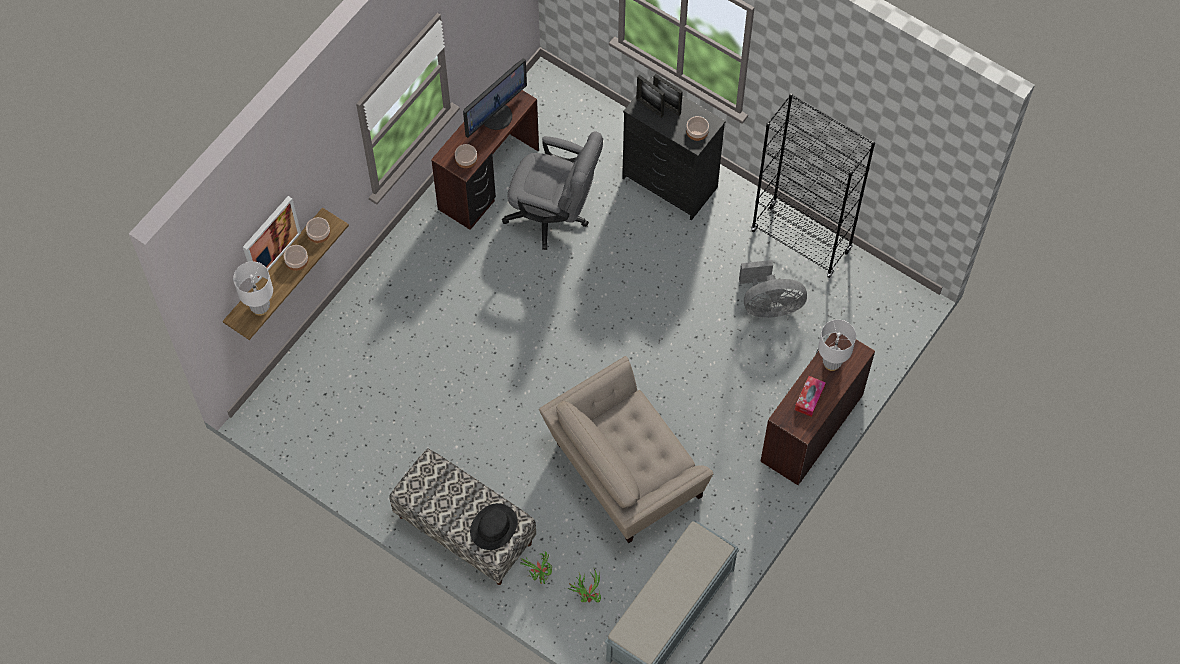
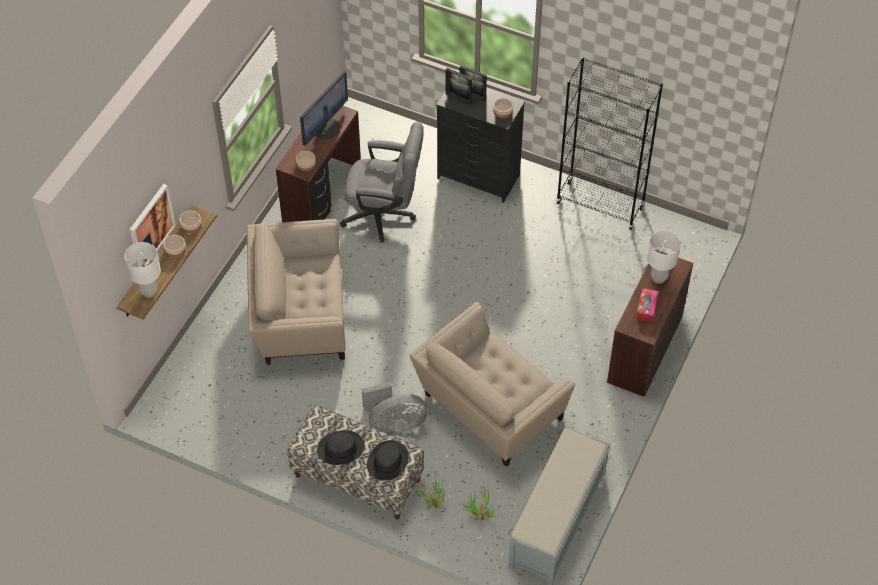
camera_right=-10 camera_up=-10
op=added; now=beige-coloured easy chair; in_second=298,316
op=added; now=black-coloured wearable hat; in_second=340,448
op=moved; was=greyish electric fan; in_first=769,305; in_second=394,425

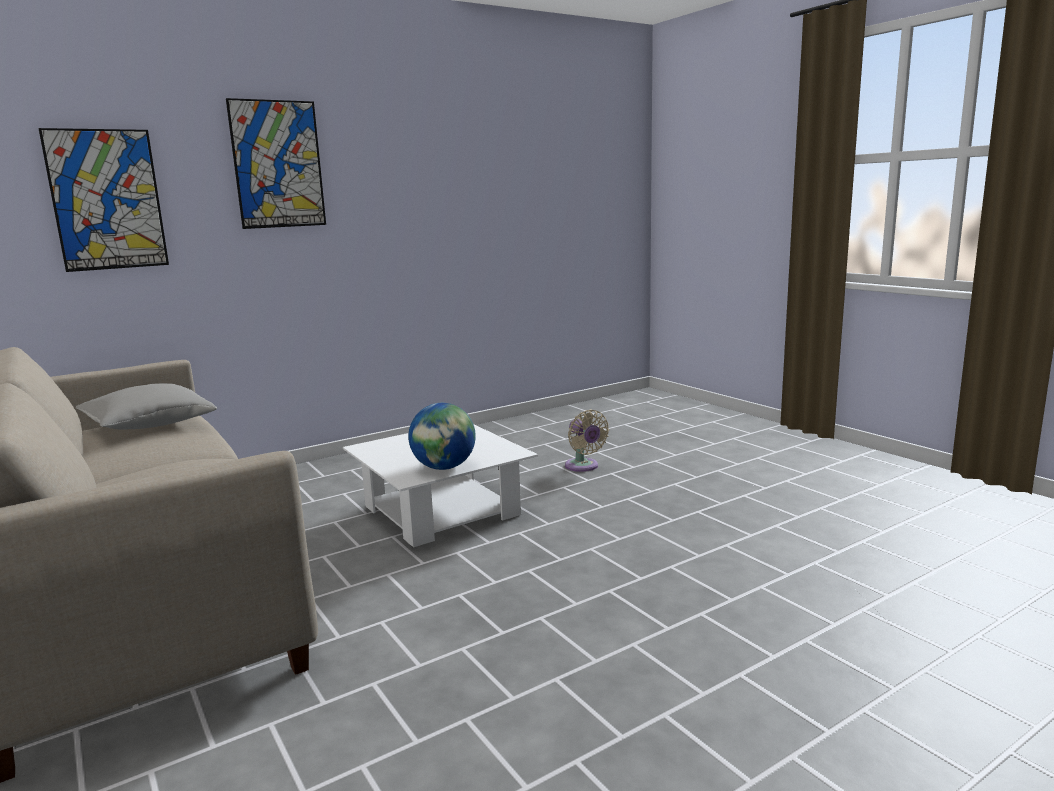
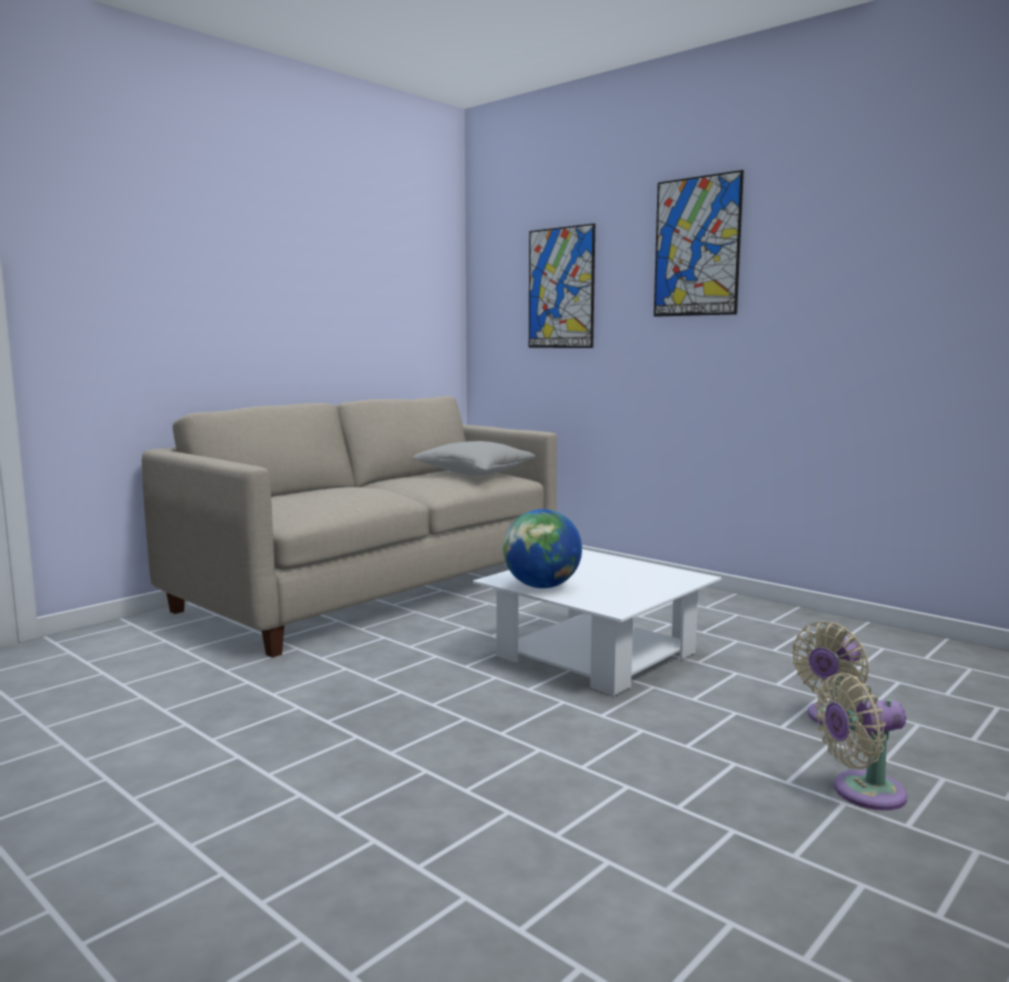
camera_right=75 camera_up=-5
op=added; now=beige-coloured electric fan; in_second=862,792

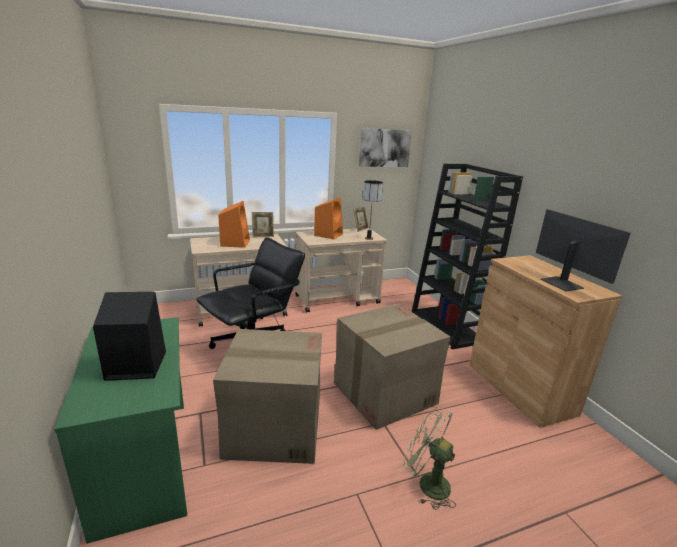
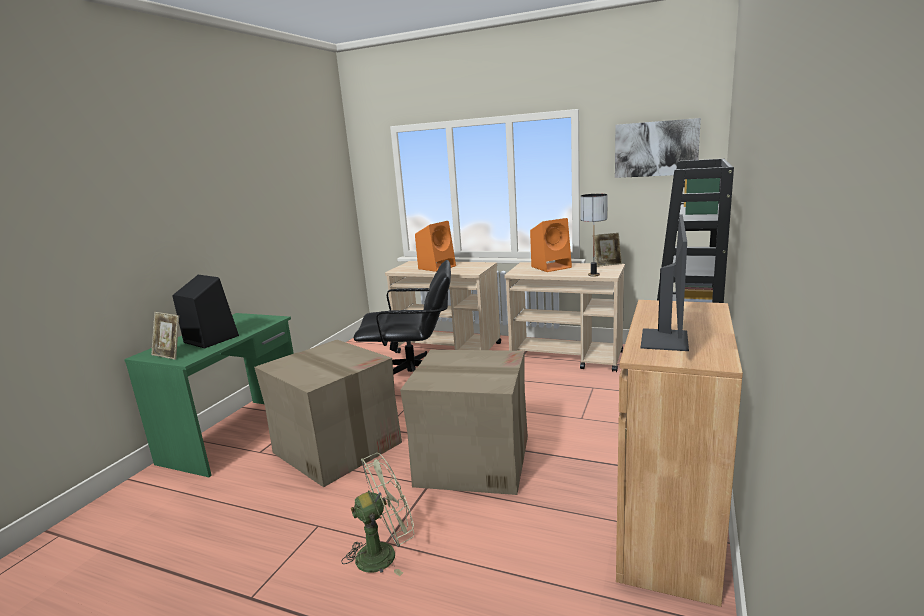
camera_right=45 camera_up=-5
op=moved; was=photo frame; in_first=263,236; in_second=170,355
op=turned; was=greenish electric fan; in_first=427,483; in_second=384,553; clockwise=75

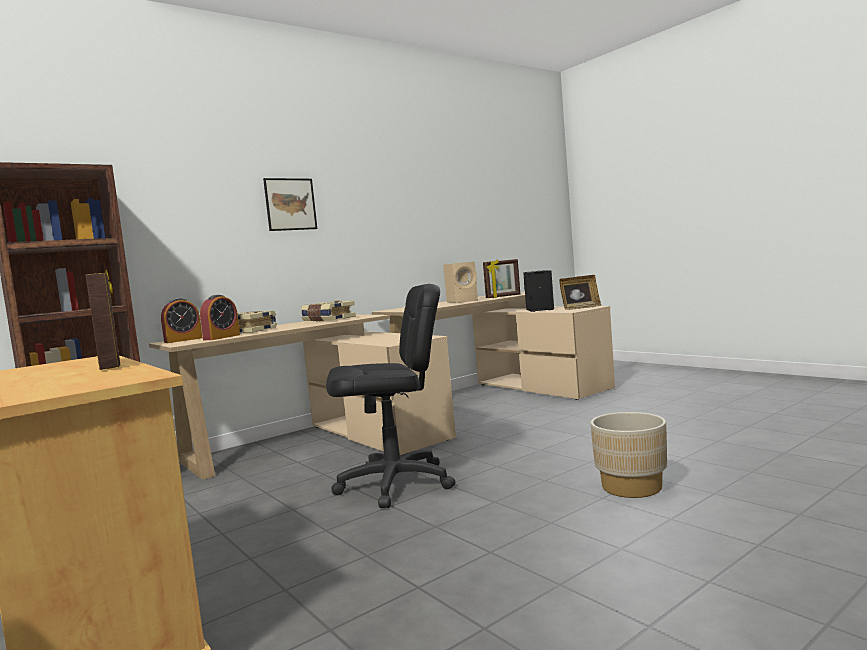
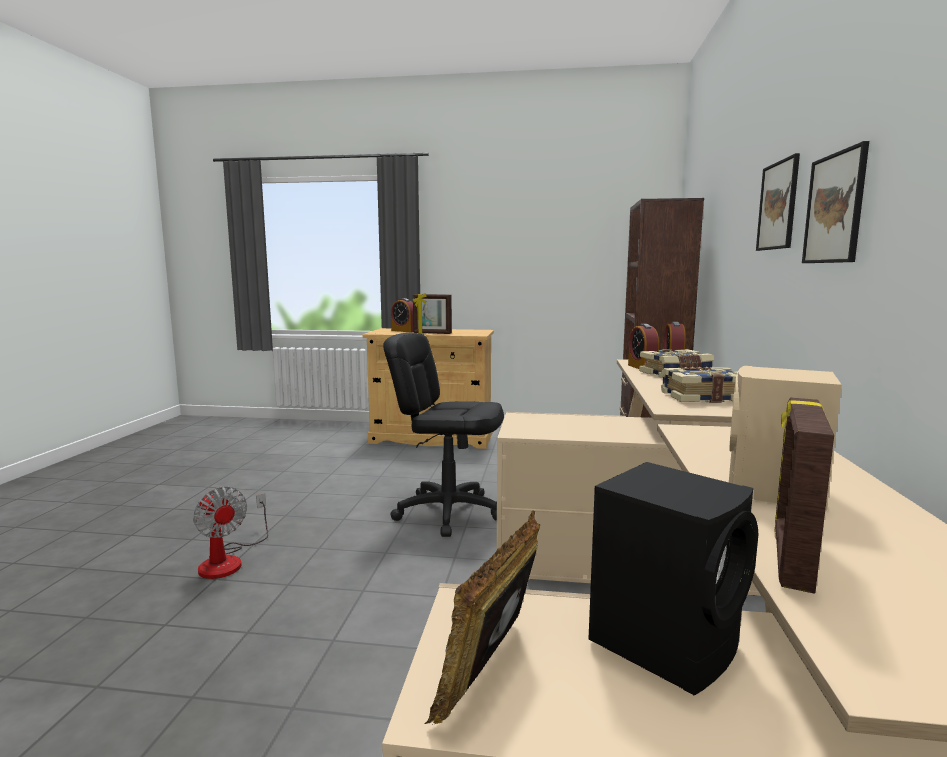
camera_right=135 camera_up=5
op=added; now=alarm clock; in_second=404,331
op=added; now=wall picture; in_second=834,208
op=replaced; was=beige-coloured flower pot; now=electric fan; in_first=631,487; in_second=229,560
op=turned; was=black-coloured computer chair; in_first=395,484; in_second=448,512; clockwise=75

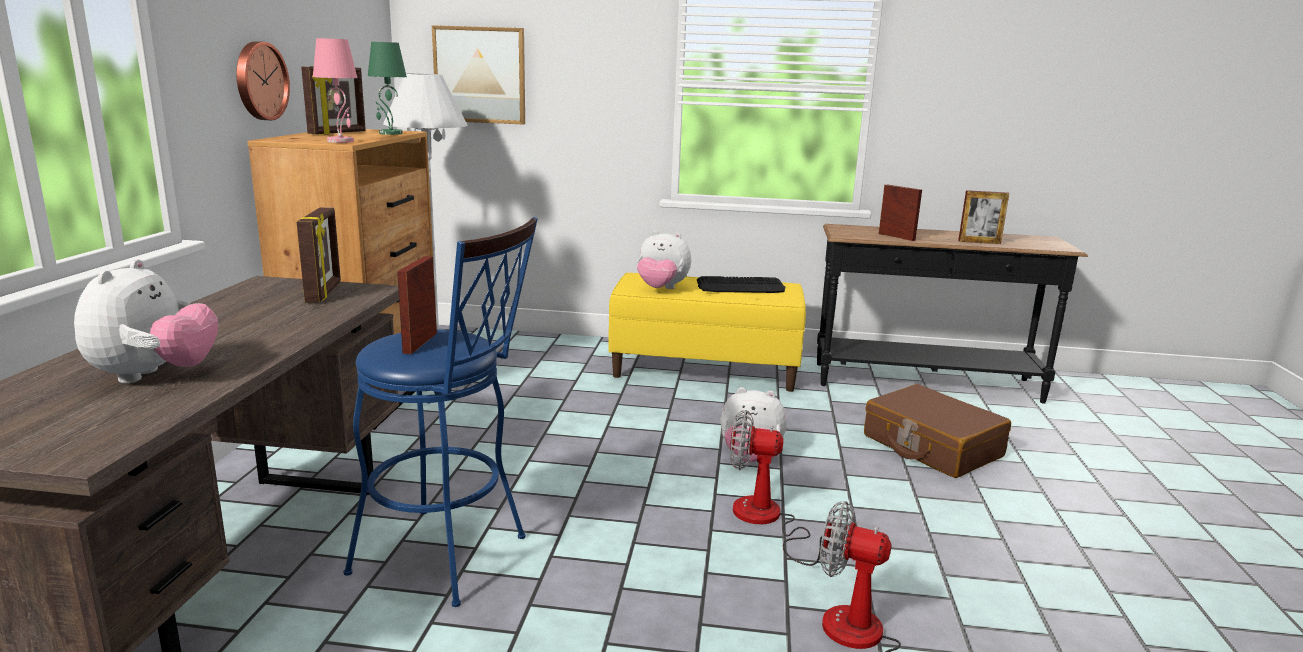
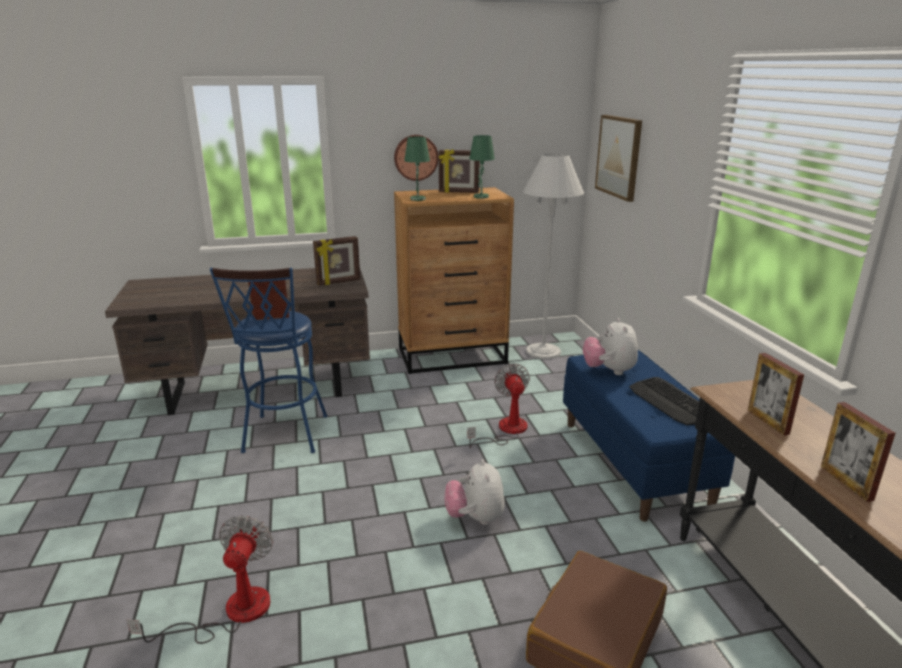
camera_right=70 camera_up=5
op=removed; was=cuddly toy; in_first=154,376
op=moved; was=electric fan; in_first=766,521; in_second=506,430
op=recoloured; was=pink lamp for a table; now=greenish lamp for a table; in_first=341,141; in_second=418,199
op=recoloured; was=yellow-coloured long seat; now=blue-coloured long seat; in_first=705,370; in_second=635,462
op=turned; was=photo frame; in_first=896,237; in_second=768,422; clockwise=135

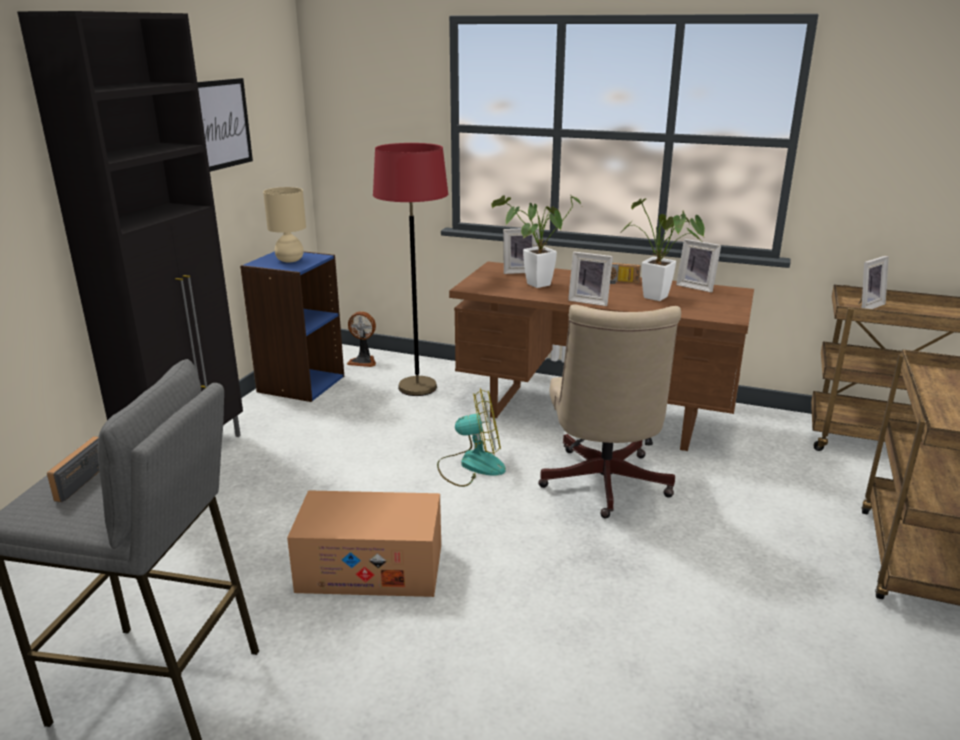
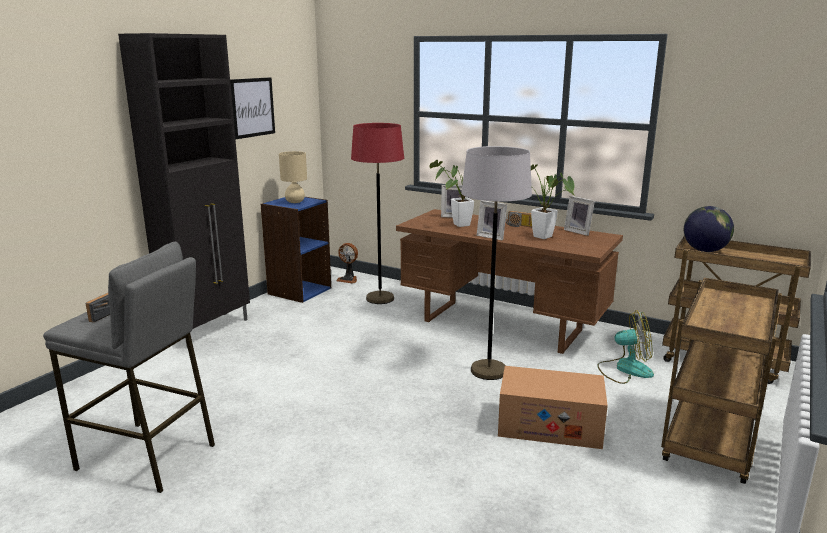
camera_right=10 camera_up=-5
op=moved; was=packing box; in_first=370,568; in_second=549,426
op=moved; was=electric fan; in_first=471,465; in_second=625,369
op=replaced; was=beige-coloured computer chair; now=greyish standing lamp; in_first=603,486; in_second=488,371
op=replaced; was=photo frame; now=globe; in_first=866,306; in_second=705,250

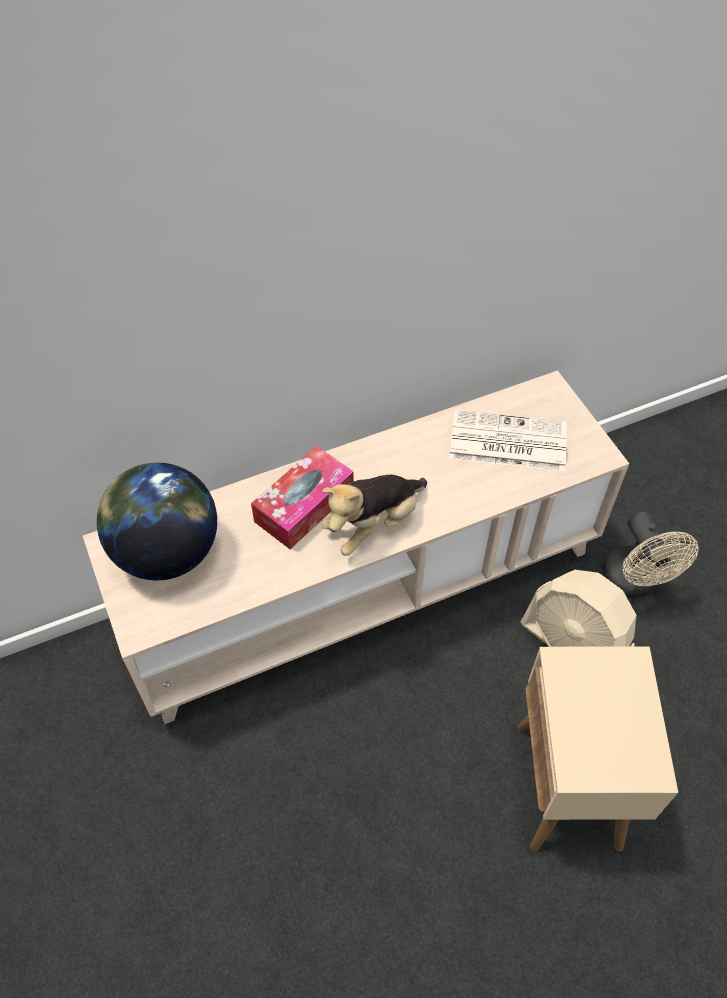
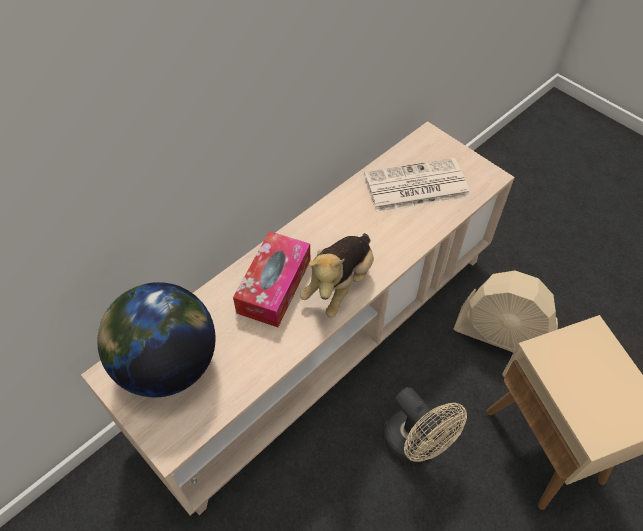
camera_right=-20 camera_up=0
op=moved; was=beige-coloured electric fan; in_first=634,583; in_second=415,444

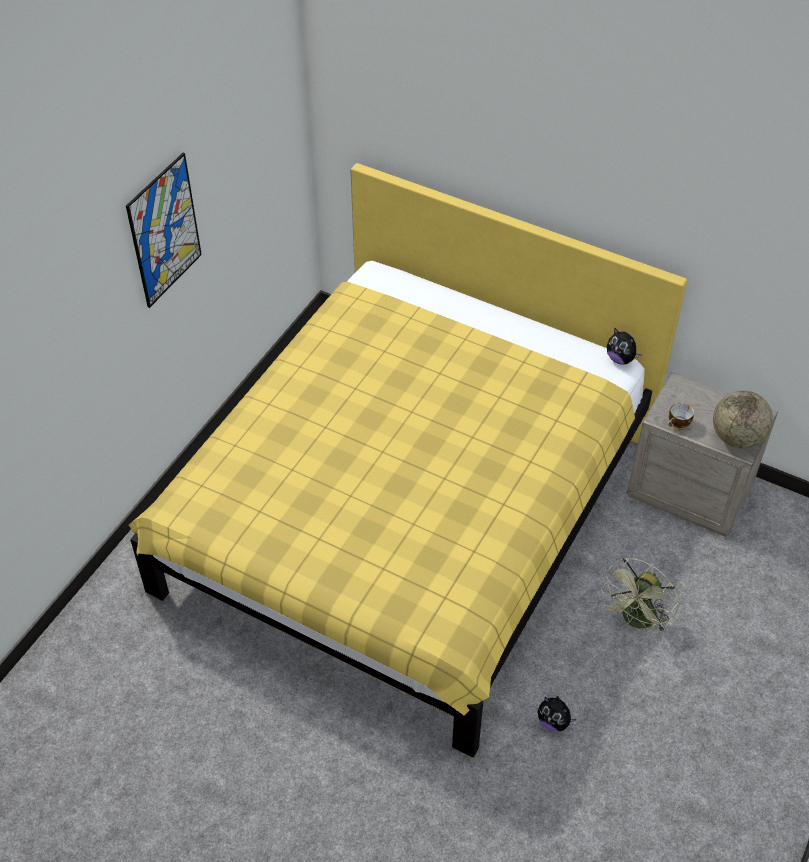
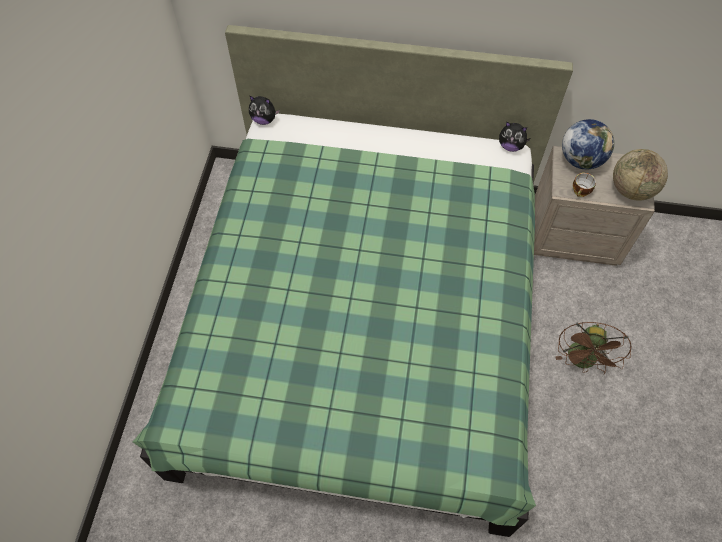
camera_right=-20 camera_up=10
op=removed; was=wall picture; in_first=164,231
op=added; now=globe; in_second=581,160
op=moved; was=cuddly toy; in_first=553,721; in_second=264,120
op=recoloured; was=yellow-coloured bed; now=greenish bed; in_first=407,513; in_second=362,326
op=recoloured; was=greenish electric fan; now=brownish electric fan; in_first=636,621; in_second=582,362

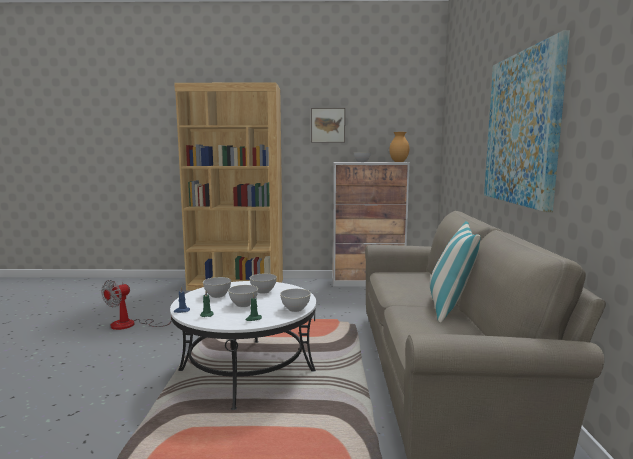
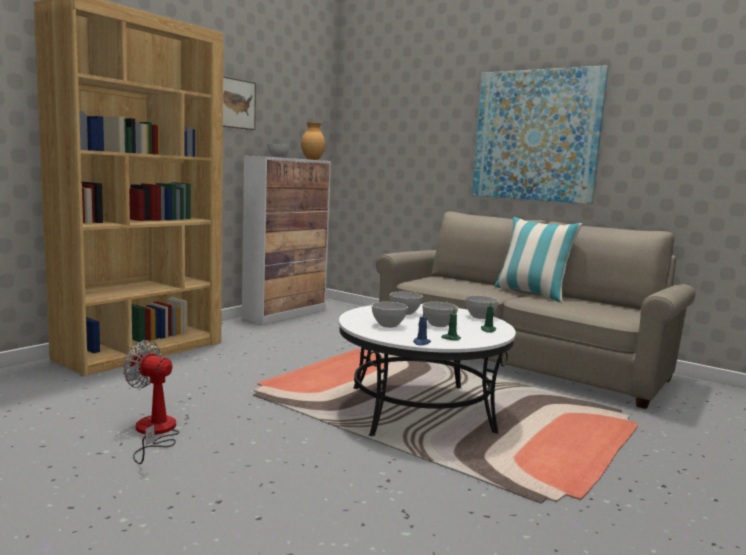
camera_right=-55 camera_up=0
op=turned; was=electric fan; in_first=131,325; in_second=154,433; clockwise=135

